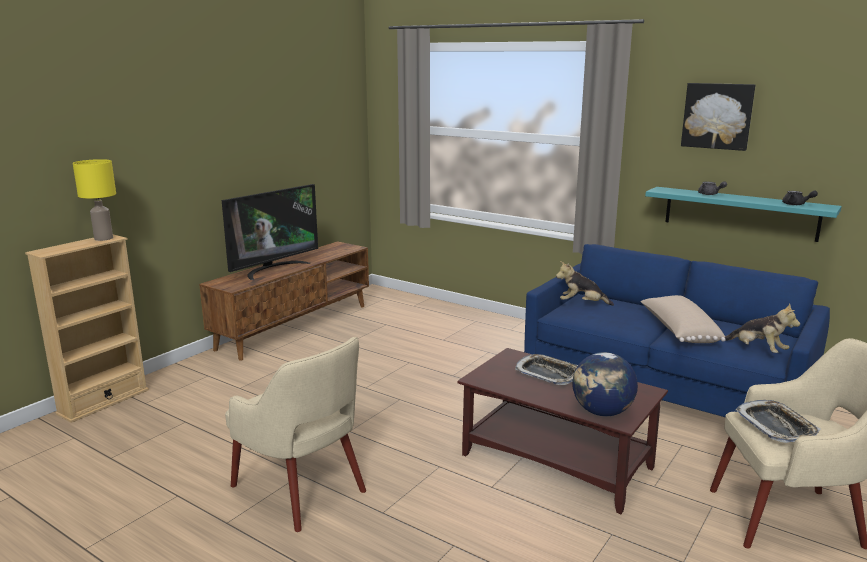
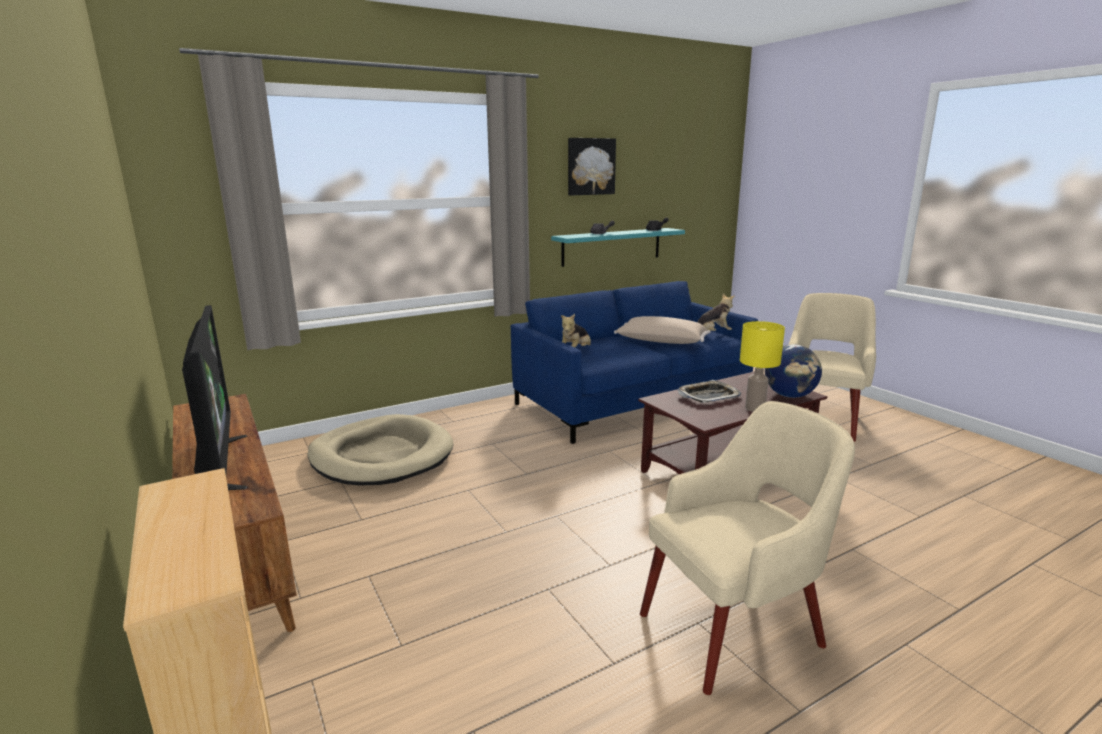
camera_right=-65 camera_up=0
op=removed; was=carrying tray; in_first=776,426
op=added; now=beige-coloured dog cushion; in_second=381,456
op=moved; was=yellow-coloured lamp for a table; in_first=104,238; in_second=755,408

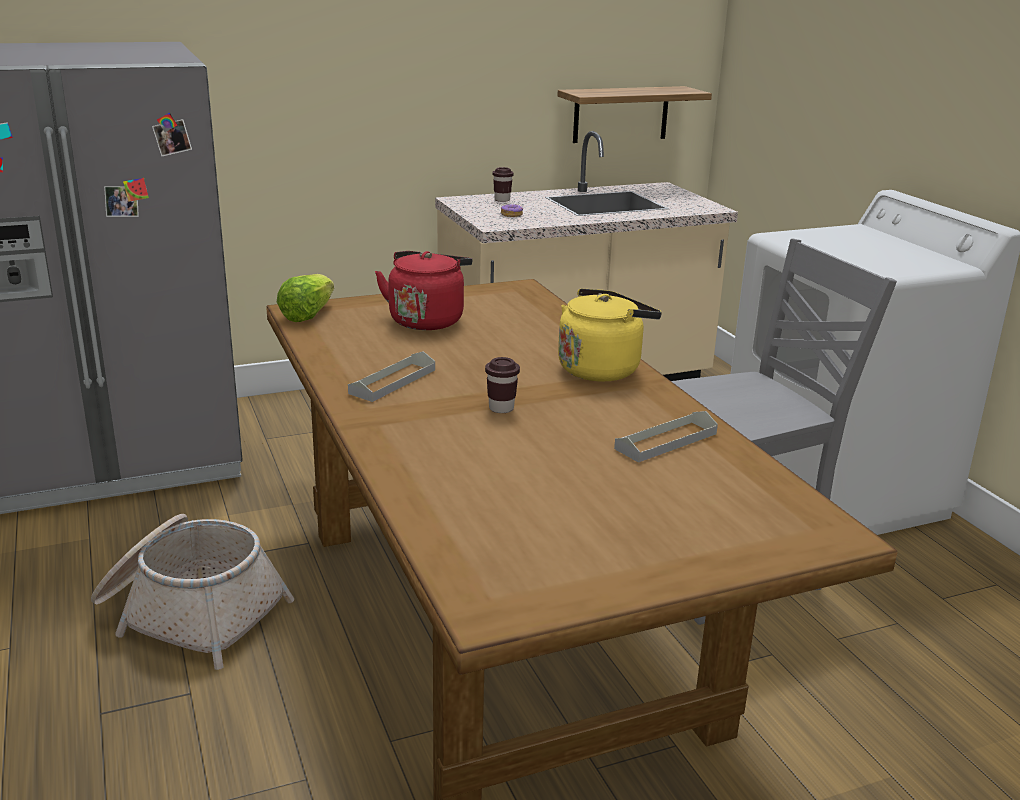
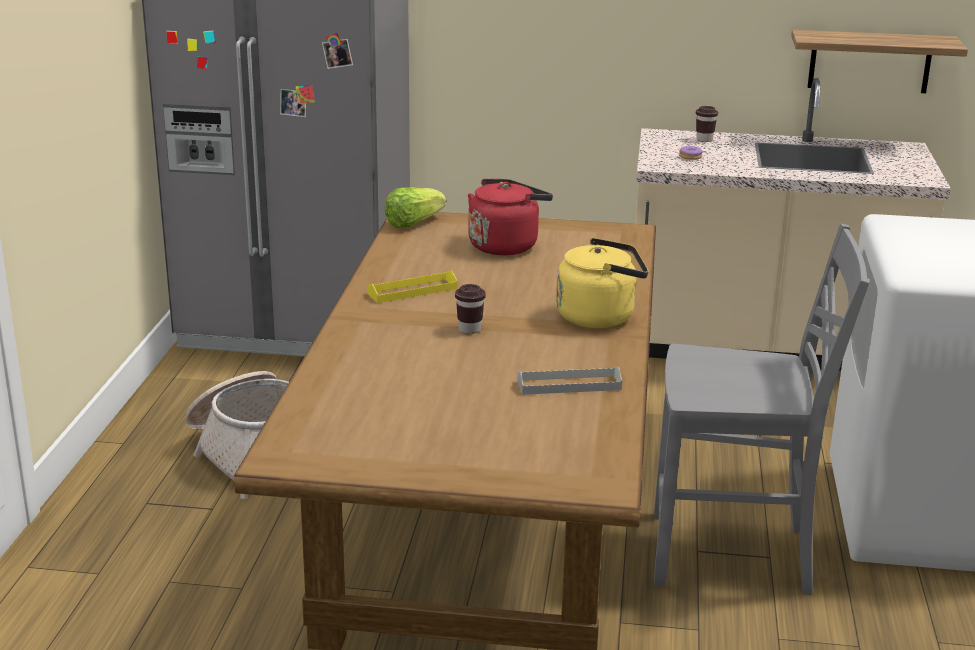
camera_right=30 camera_up=0
op=recoloured; was=greyish carrying tray; now=yellow-coloured carrying tray; in_first=392,381; in_second=412,291

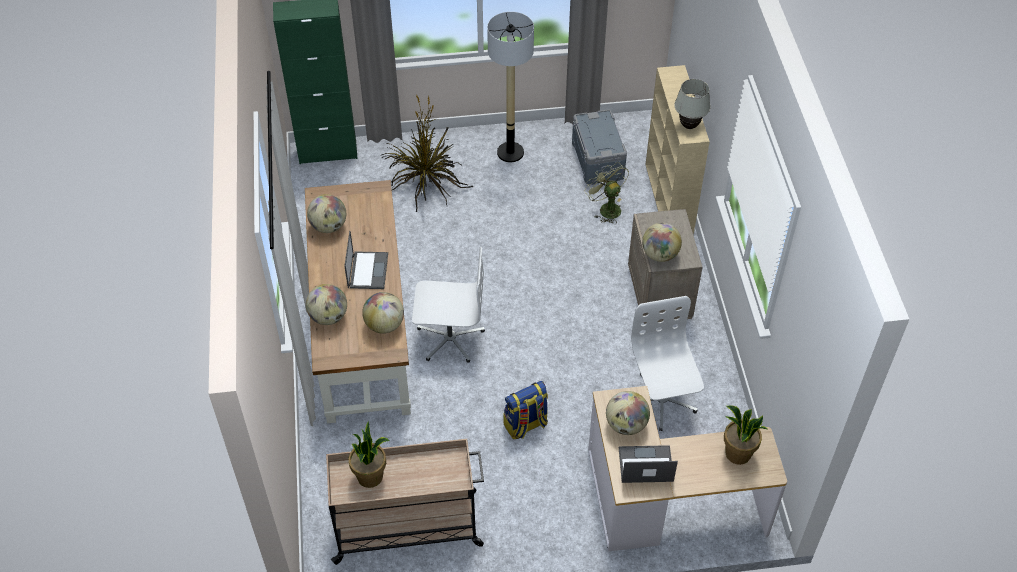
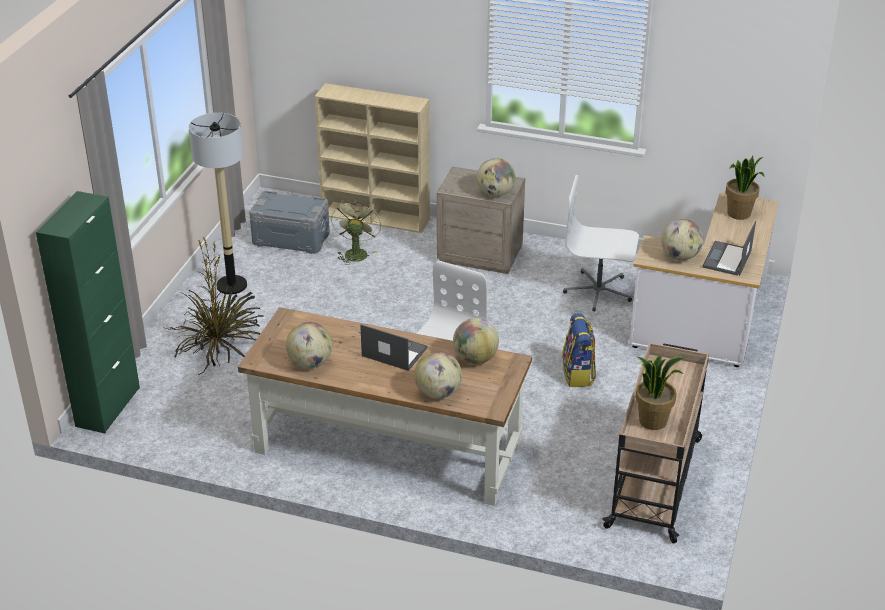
camera_right=-65 camera_up=-15
op=removed; was=white-coloured lamp for a table; in_first=689,126
op=turned; was=greenish electric fan; in_first=606,208; in_second=356,252; clockwise=105

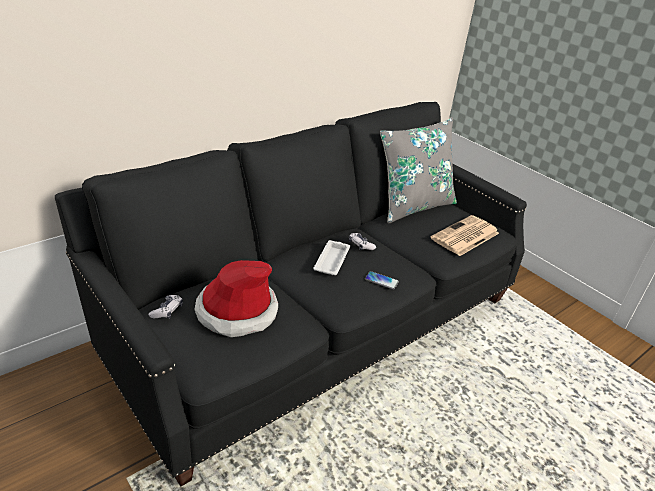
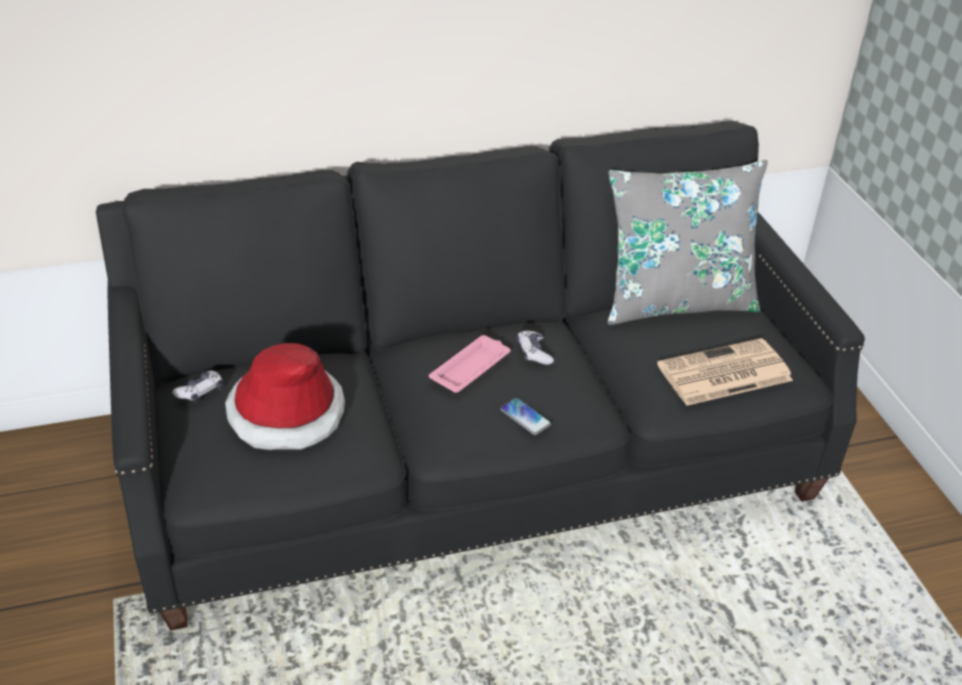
camera_right=25 camera_up=5
op=recoloured; was=white-coloured carrying tray; now=pink carrying tray; in_first=332,260; in_second=471,368

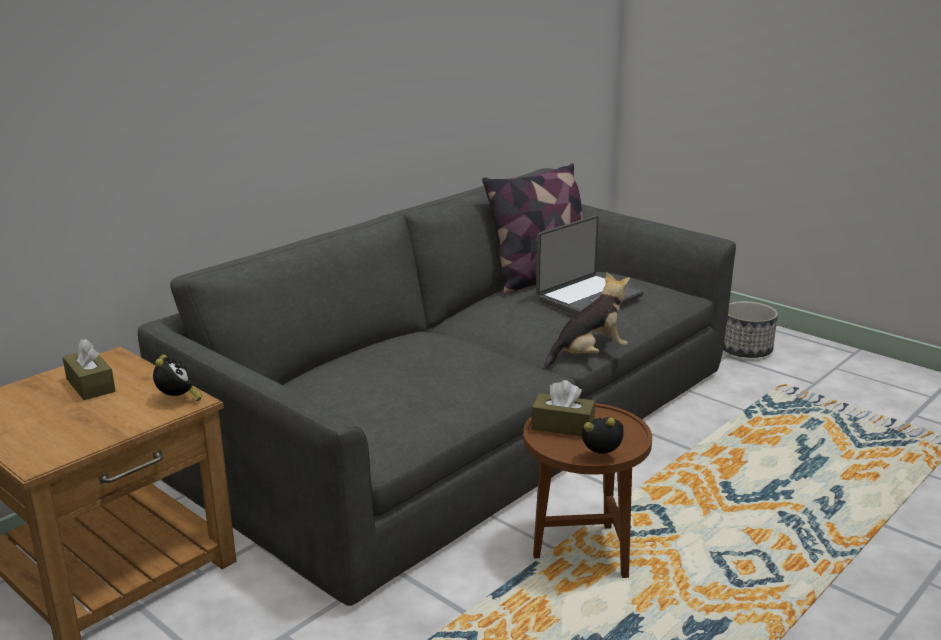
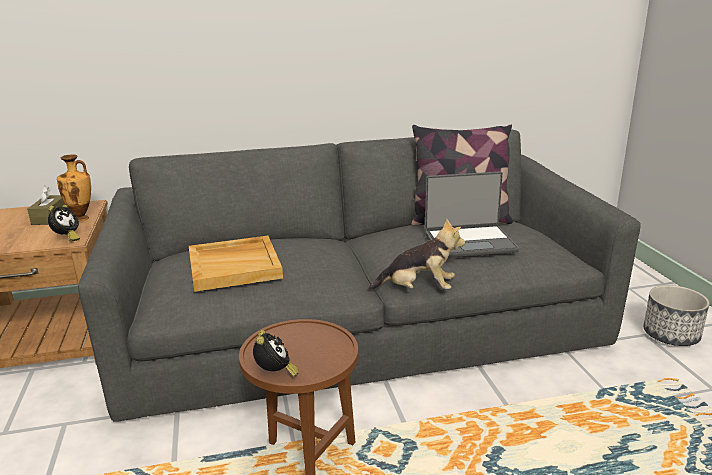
camera_right=35 camera_up=0
op=removed; was=brownish tissue holder; in_first=562,426
op=added; now=decorative vase; in_second=81,218
op=added; now=beige-coloured carrying tray; in_second=235,266
op=turned; was=alarm clock; in_first=602,456; in_second=275,374; clockwise=45

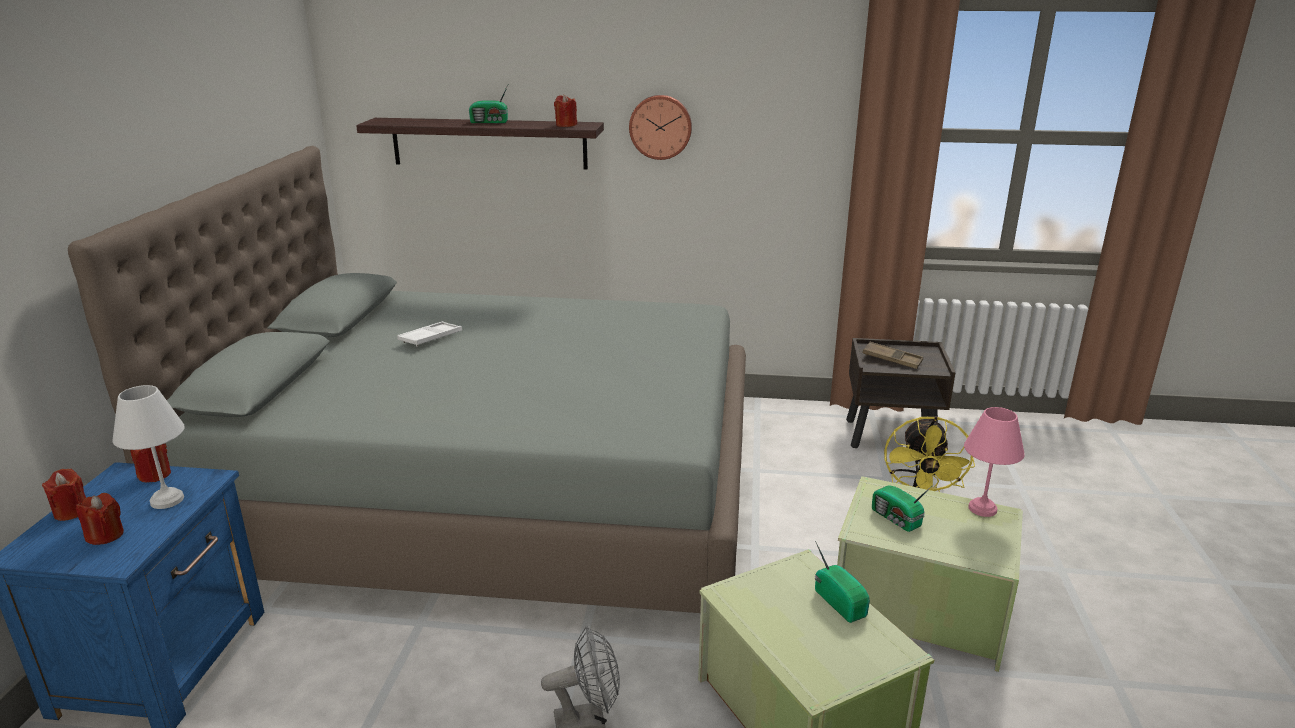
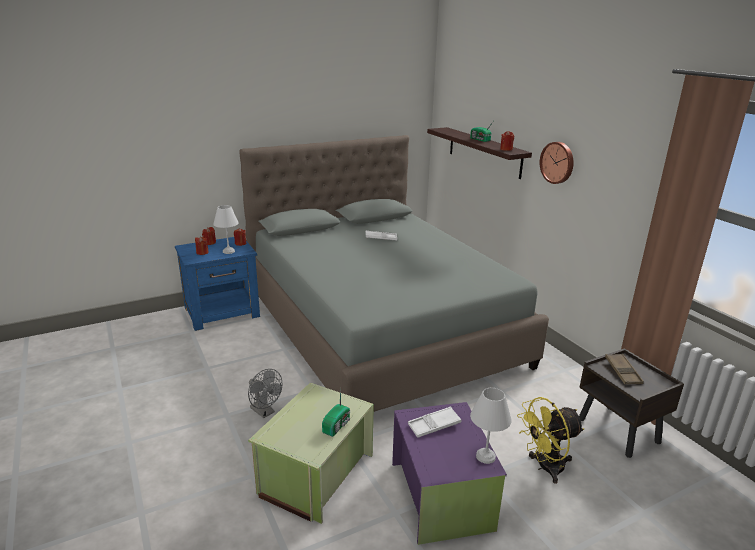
camera_right=55 camera_up=0
op=replaced; was=radio; now=white-coloured carrying tray; in_first=896,519; in_second=434,425
op=recoloured; was=greenish storage bin; now=purple-coloured storage bin; in_first=918,608; in_second=442,494
op=recoloured; was=pink lamp for a table; now=white-coloured lamp for a table; in_first=983,509; in_second=485,457

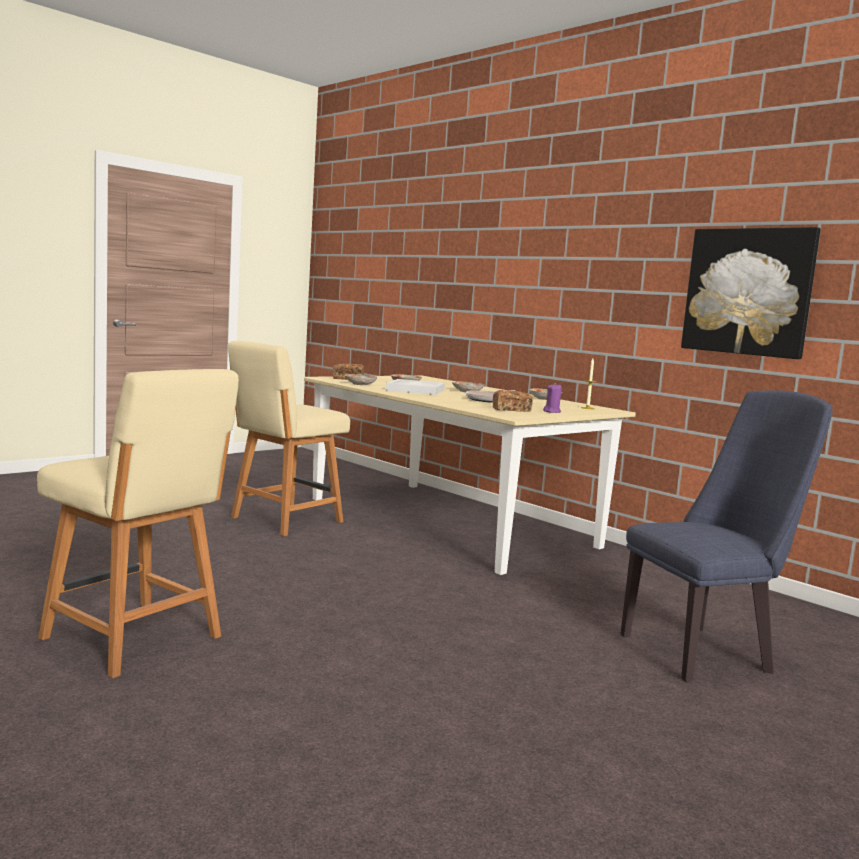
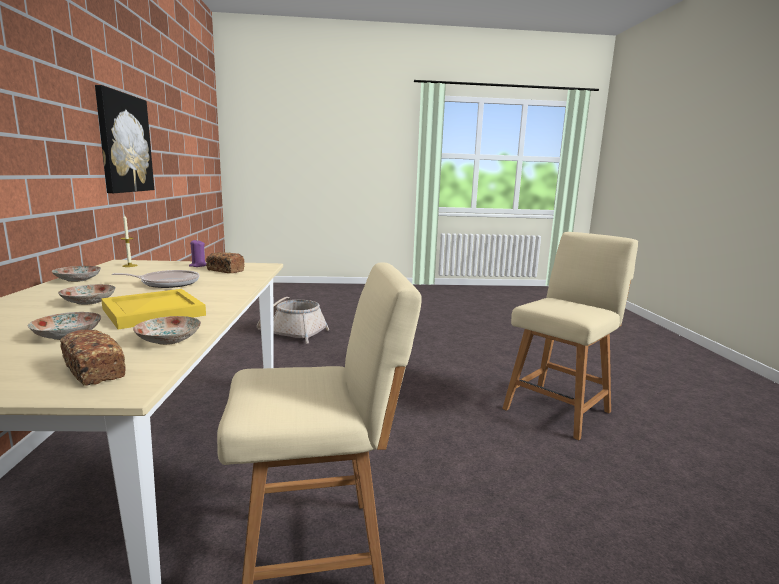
camera_right=-140 camera_up=5
op=replaced; was=blue-coloured upright chair; now=storage basket; in_first=704,651; in_second=291,332
op=recoloured; was=white-coloured carrying tray; now=yellow-coloured carrying tray; in_first=416,390; in_second=154,311
op=turned; was=beige-coloured upright chair; in_first=135,639; in_second=558,409; clockwise=60

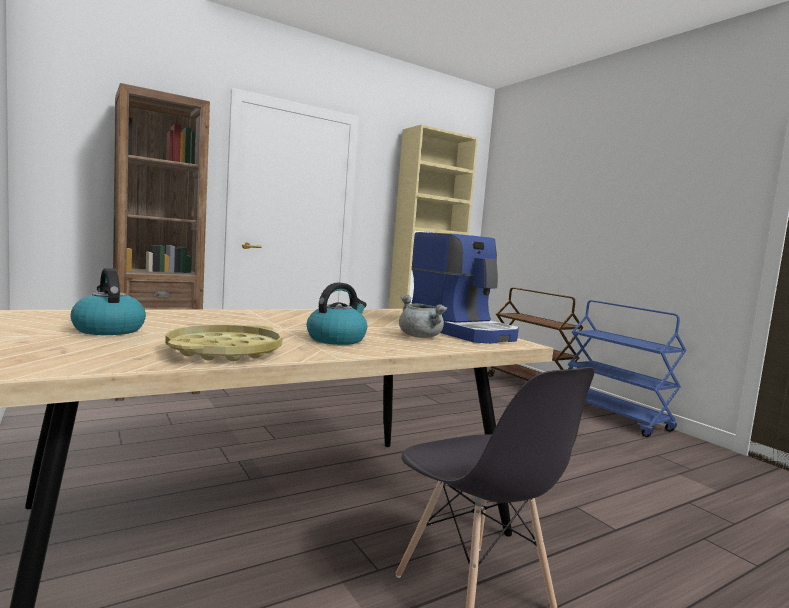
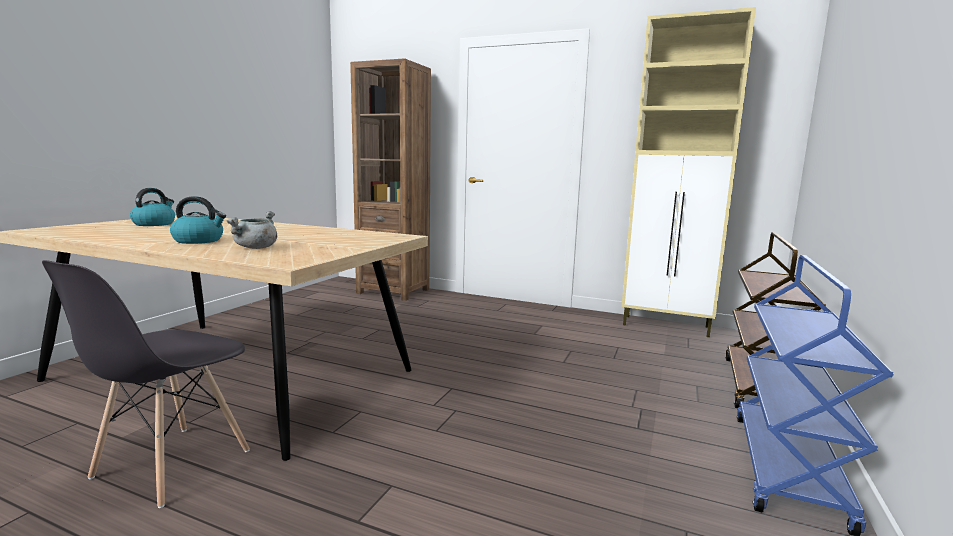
camera_right=55 camera_up=5
op=removed; was=yellow-coloured carrying tray; in_first=225,351
op=removed; was=coffee brewer; in_first=462,331

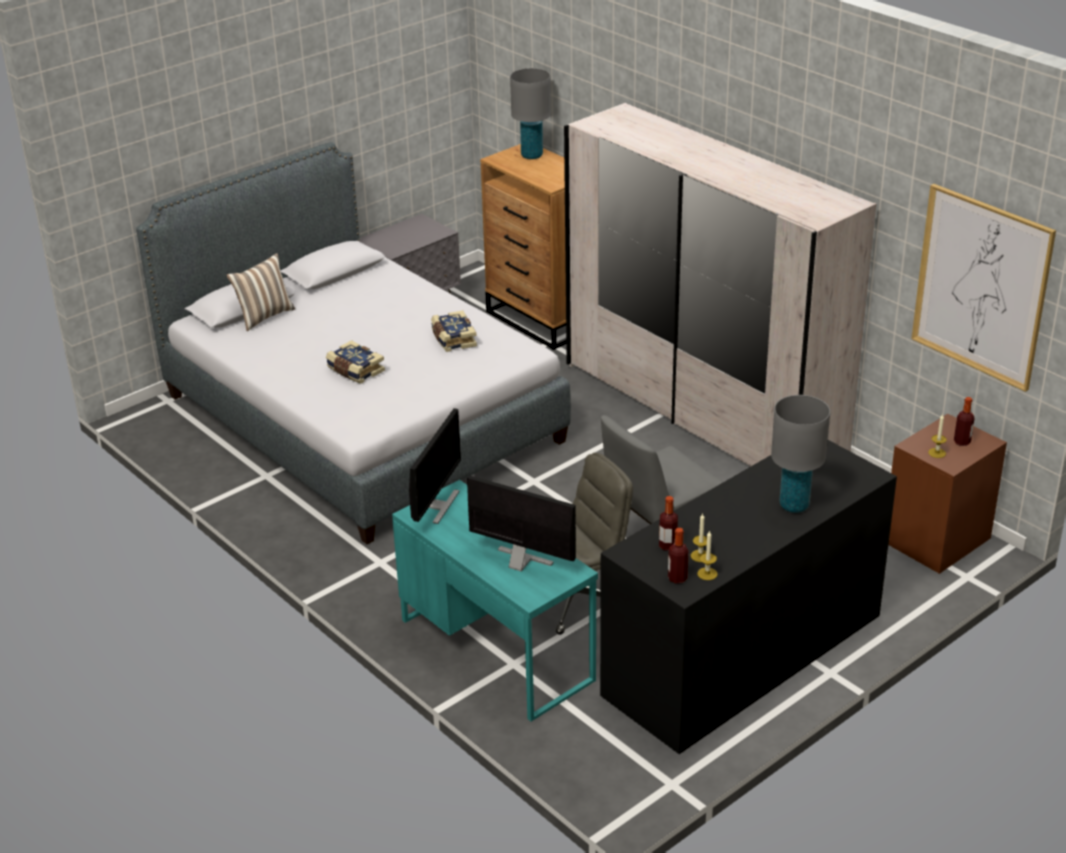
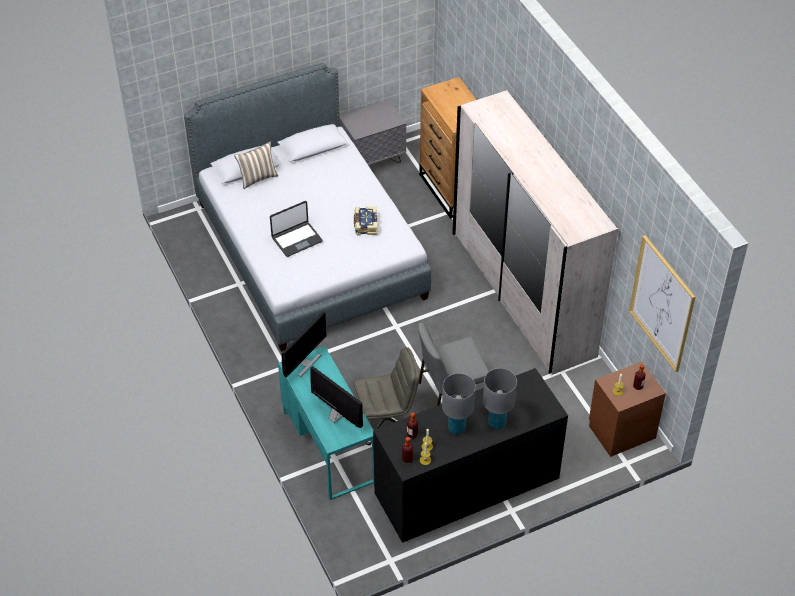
camera_right=15 camera_up=15
op=moved; was=greyish lamp for a table; in_first=531,155; in_second=456,428
op=replaced; was=book; now=laptop; in_first=355,371; in_second=296,239

